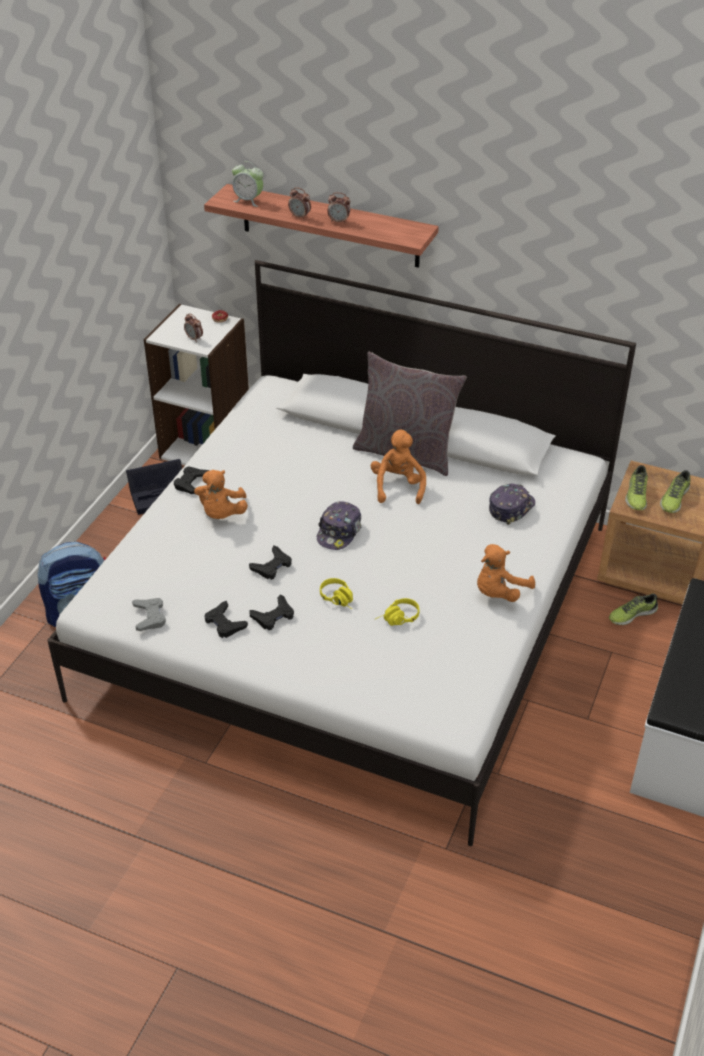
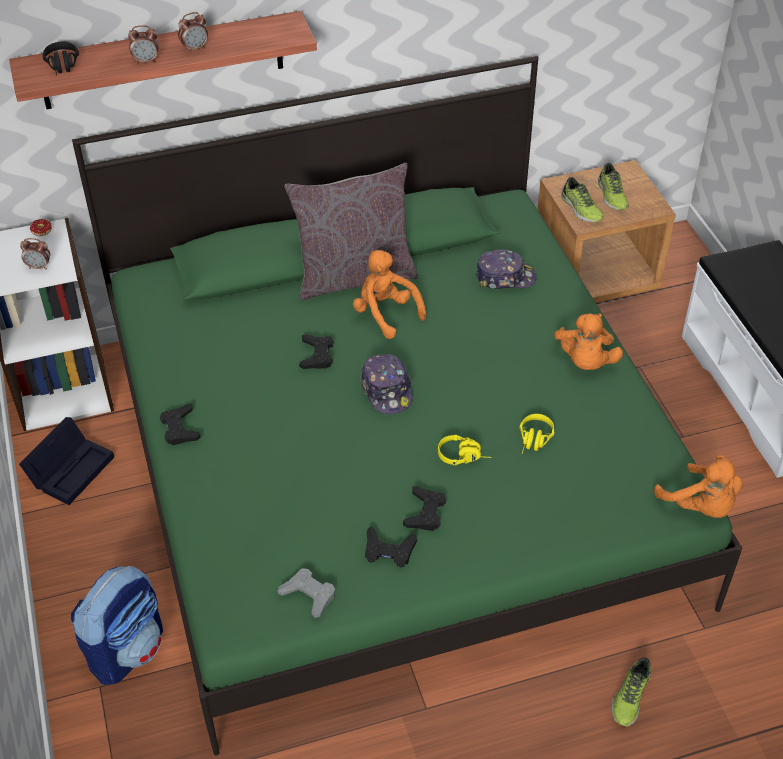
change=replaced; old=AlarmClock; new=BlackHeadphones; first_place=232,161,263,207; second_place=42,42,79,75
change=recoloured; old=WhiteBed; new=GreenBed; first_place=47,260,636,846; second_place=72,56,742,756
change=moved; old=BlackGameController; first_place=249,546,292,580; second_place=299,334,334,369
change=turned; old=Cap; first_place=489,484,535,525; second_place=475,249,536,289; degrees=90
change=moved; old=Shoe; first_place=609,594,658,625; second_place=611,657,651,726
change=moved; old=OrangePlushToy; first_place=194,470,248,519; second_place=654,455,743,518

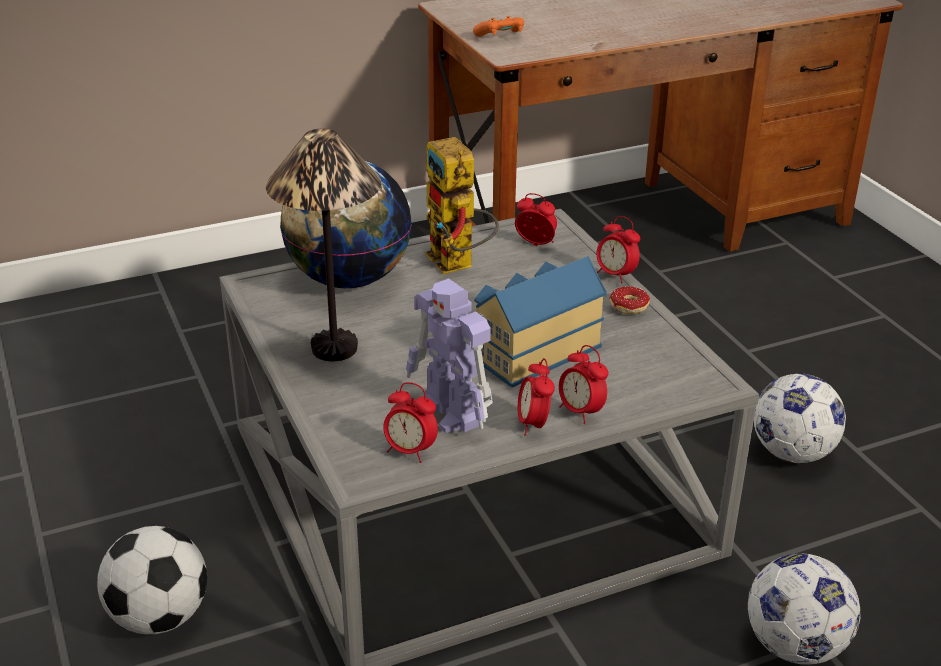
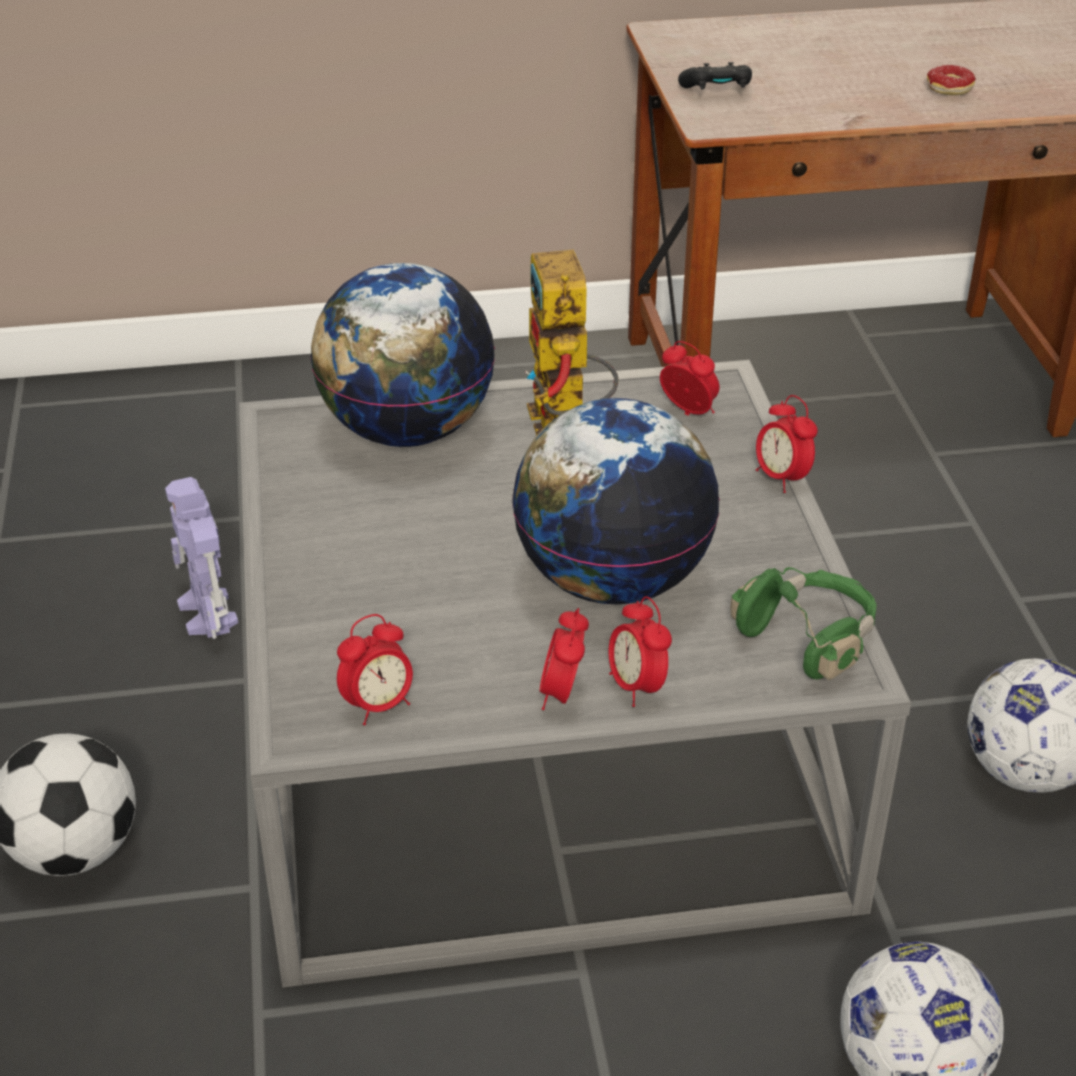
change=moved; old=ToyRobot; first_place=406,278,493,433; second_place=165,477,238,639
change=turned; old=AlarmClock; first_place=383,382,438,463; second_place=337,614,413,725; degrees=-75
change=replaced; old=ToyHouse; new=Globe; first_place=474,256,607,388; second_place=512,398,720,604
change=recoloured; old=OrangeGameController; new=BlackGameController; first_place=473,16,524,37; second_place=678,62,752,90
change=added; new=GreenHeadphones; second_place=730,567,876,680
change=moved; old=Donut; first_place=610,286,650,314; second_place=927,65,976,95
change=removed; old=TableLamp; first_place=266,129,381,362

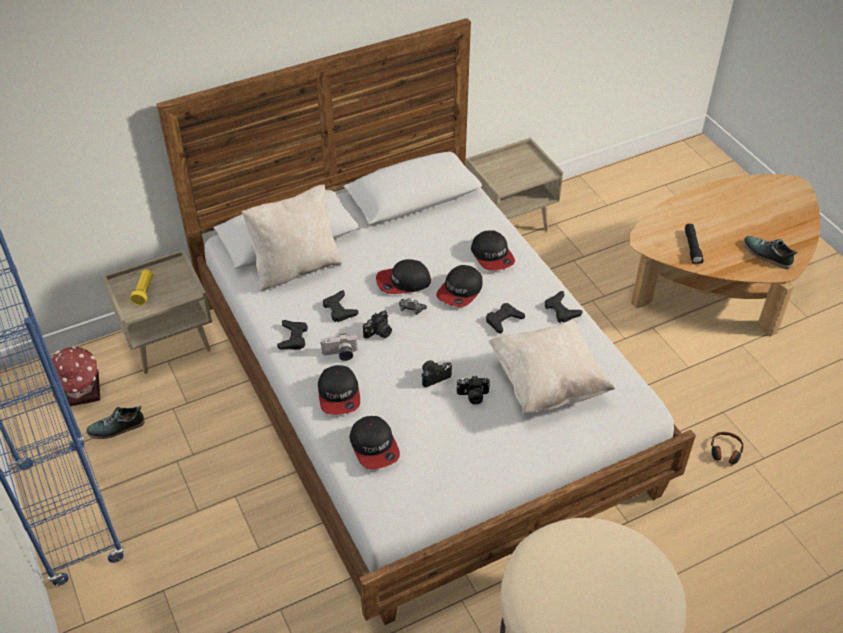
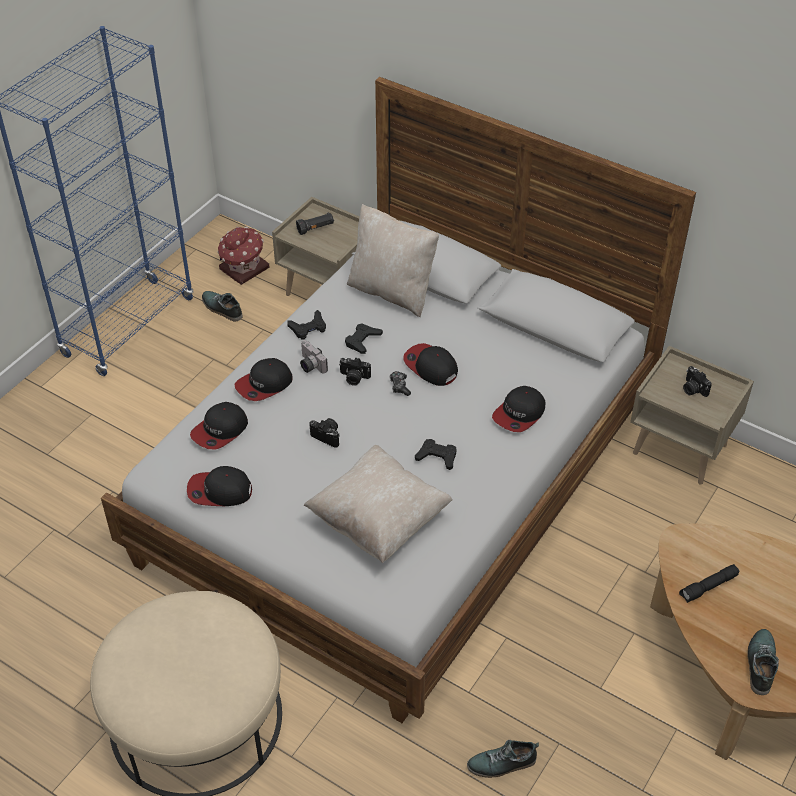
change=moved; old=Cap; first_place=436,265,483,307; second_place=187,466,252,506
change=recoloured; old=YellowFlashlight; new=BlackFlashlight; first_place=130,269,154,305; second_place=296,212,334,235
change=replaced; old=Headphones; new=Shoe; first_place=711,432,744,465; second_place=467,740,539,778
change=moved; old=PhotoCamera; first_place=457,376,490,405; second_place=683,366,712,397
change=removed; old=BlackGameController; first_place=545,291,582,323

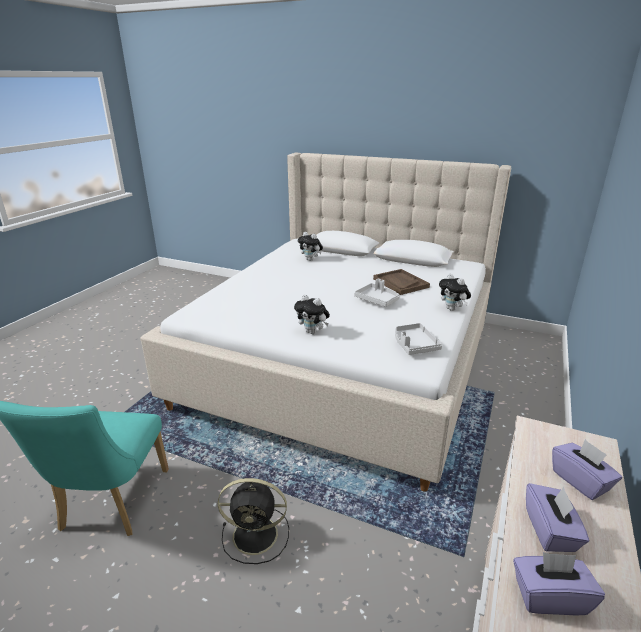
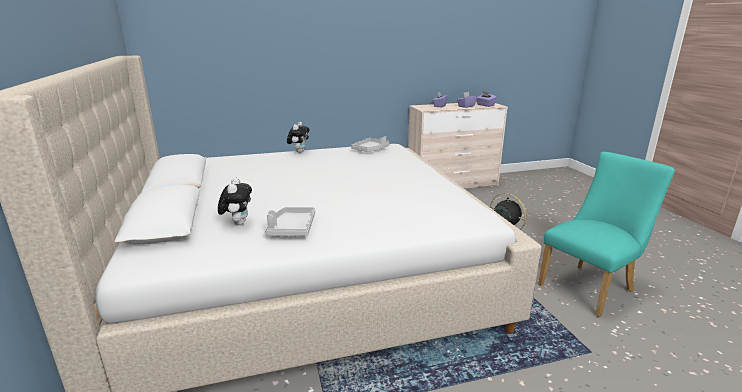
change=moved; old=GreyTray; first_place=354,279,400,307; second_place=265,207,315,236
change=removed; old=PlushToy; first_place=294,295,330,334
change=removed; old=BrownTray; first_place=373,269,430,295

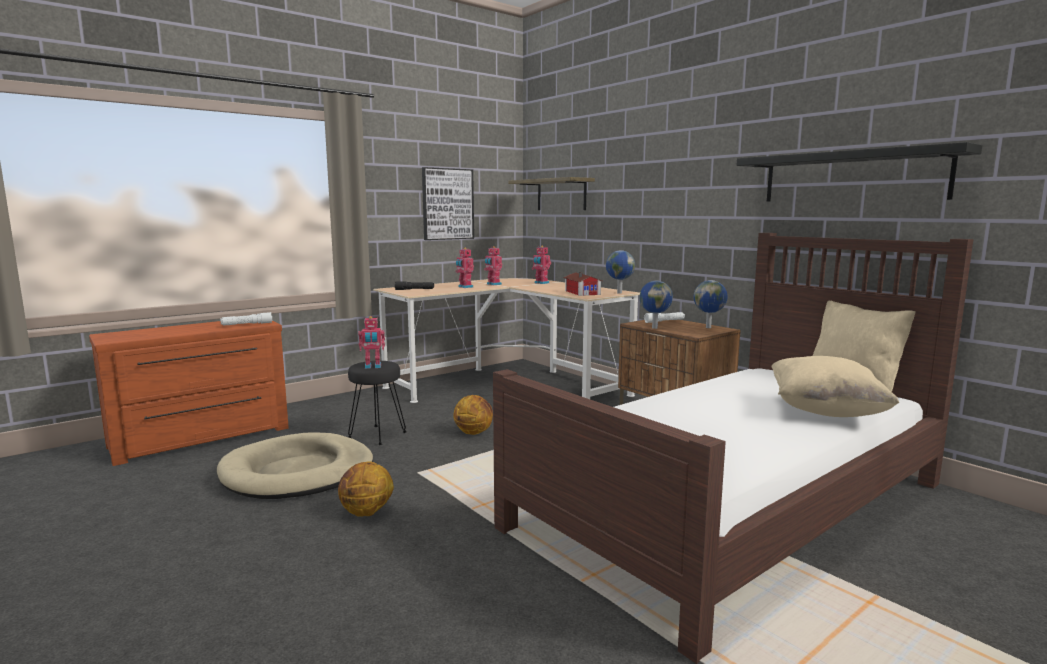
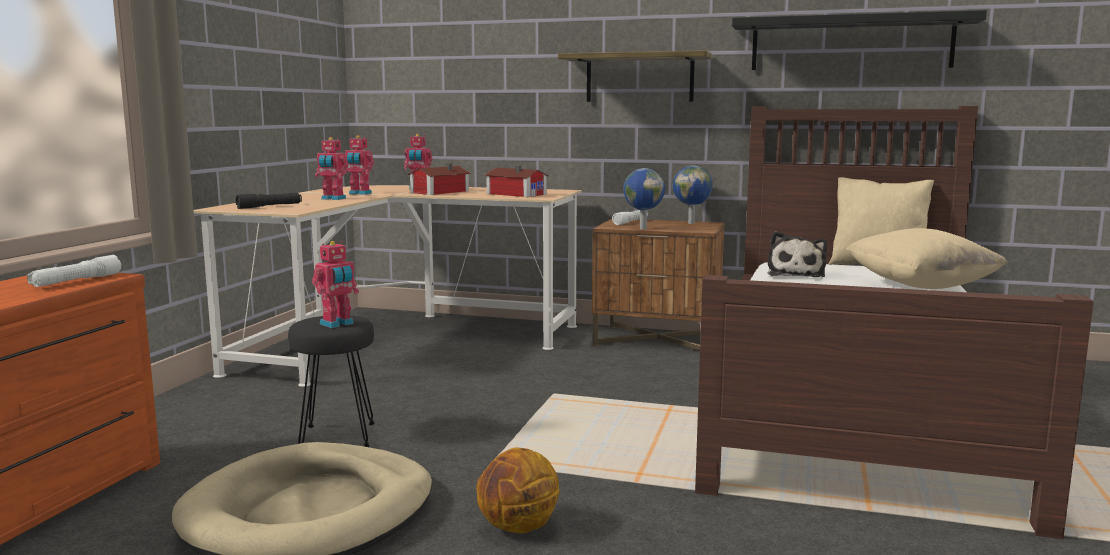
change=added; new=ToyHouse; second_place=407,163,471,195
change=moved; old=Shelf; first_place=508,177,595,210; second_place=558,51,712,102
change=added; new=PlushToy; second_place=768,231,827,277
change=removed; old=Picture; first_place=422,167,474,240
change=removed; old=Basketball; first_place=453,395,493,435
change=removed; old=Globe; first_place=606,250,635,294

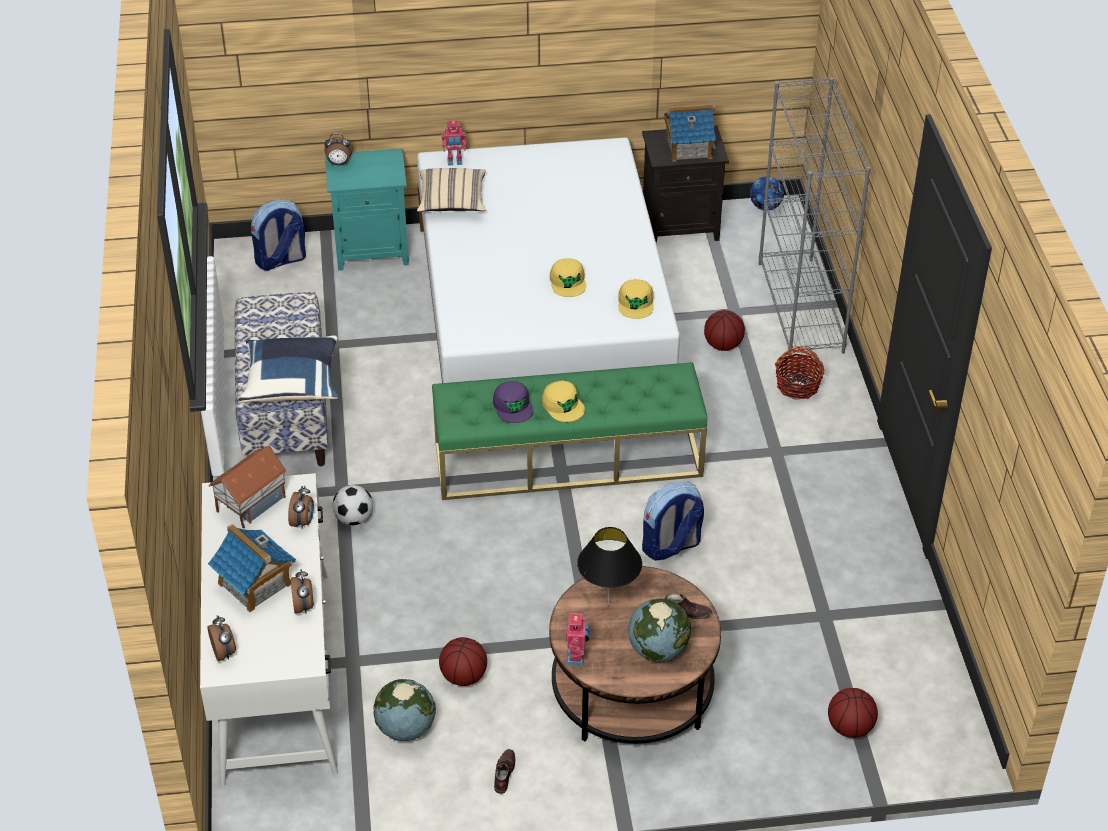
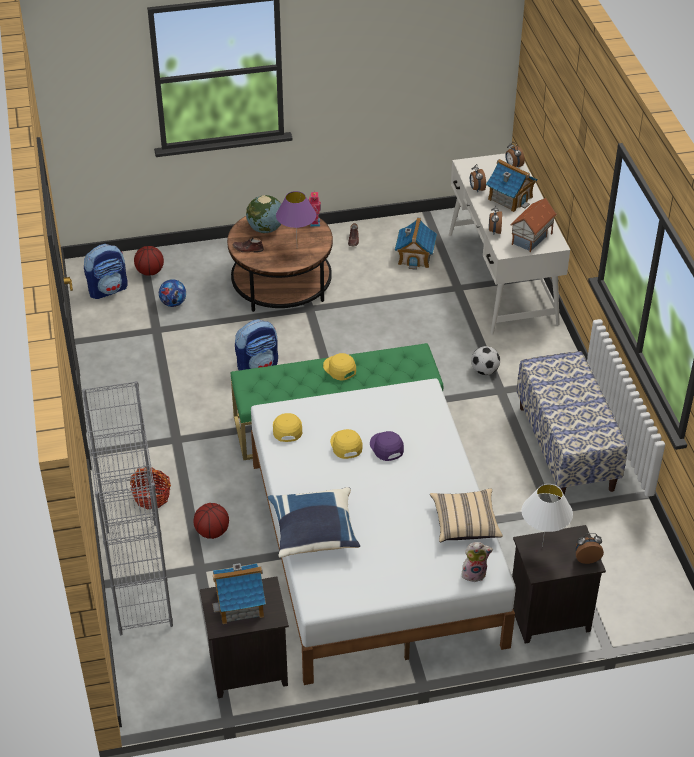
change=moved; old=Backpack; first_place=251,200,306,271; second_place=84,244,128,299
change=moved; old=Football; first_place=750,176,784,210; second_place=159,279,186,307
change=moved; old=BluePillow; first_place=239,335,338,403; second_place=268,487,360,558
change=recoloured; old=BlackTableLamp; new=PurpleTableLamp; first_place=577,527,642,608; second_place=276,191,316,236
change=moved; old=PurpleCap; first_place=493,381,533,423; second_place=370,431,404,461
change=replaced; old=Globe; new=ToyHouse; first_place=373,679,436,741; second_place=395,217,437,270
change=replaced; old=ToyRobot; new=PlushToy; first_place=442,120,466,166; second_place=461,542,493,582
change=recoloured; old=TurquoiseNightstand; new=BlackNightstand; first_place=325,149,409,271; second_place=512,525,606,643
change=added; new=WhiteTableLamp; second_place=522,484,573,547
change=removed; old=Basketball; first_place=439,637,487,686

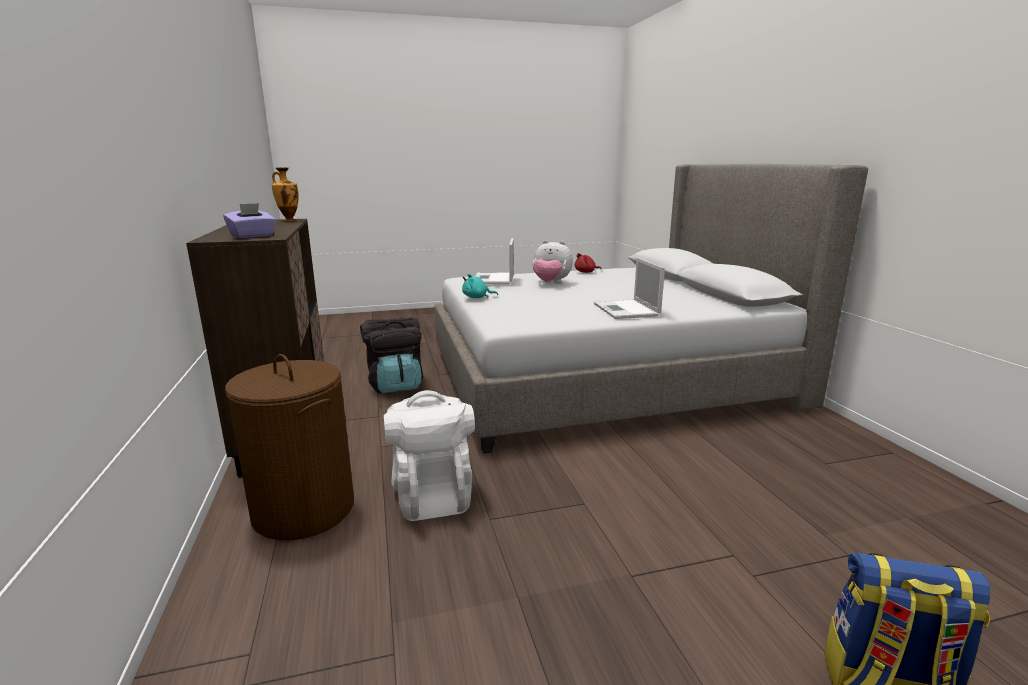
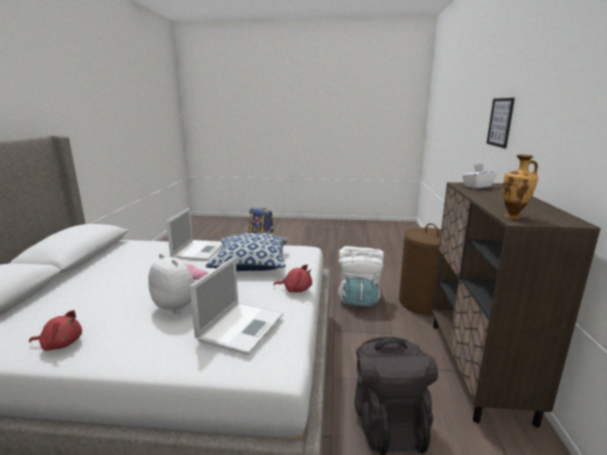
change=added; new=Pillow; second_place=205,233,288,271
change=recoloured; old=TurquoisePlushToy; new=RedPlushToy; first_place=462,274,498,298; second_place=274,265,312,292
change=recoloured; old=PurpleTissueBox; new=WhiteTissueBox; first_place=223,203,276,238; second_place=462,164,497,189
change=added; new=Picture; second_place=486,98,515,148

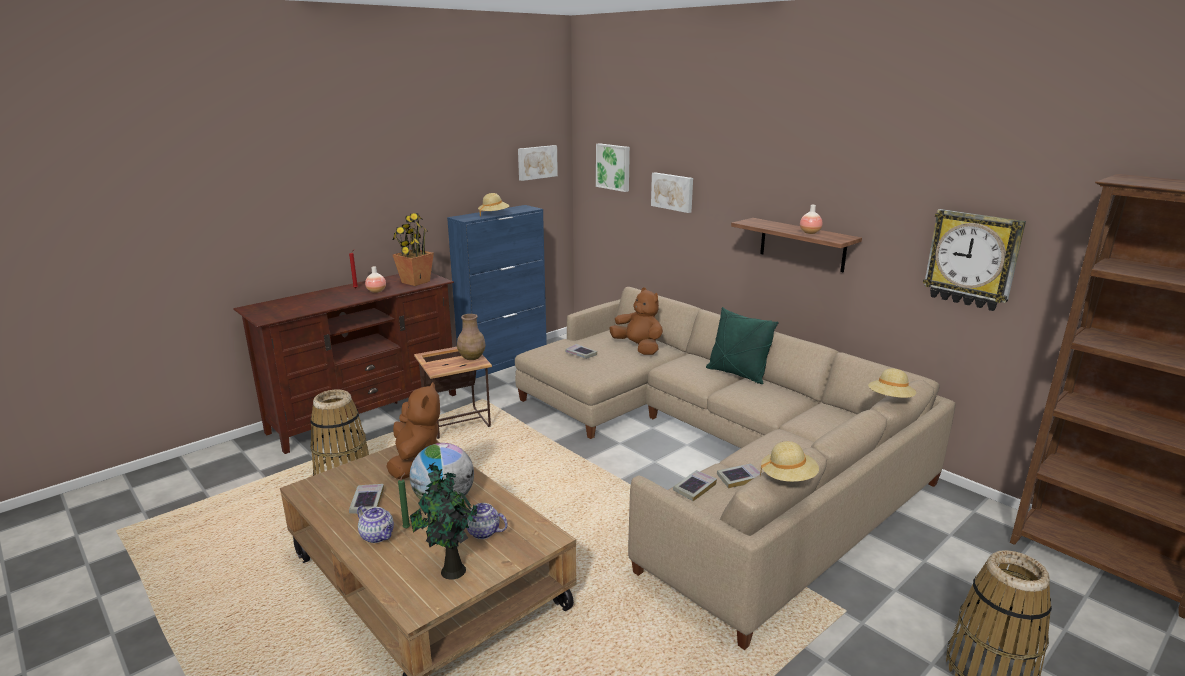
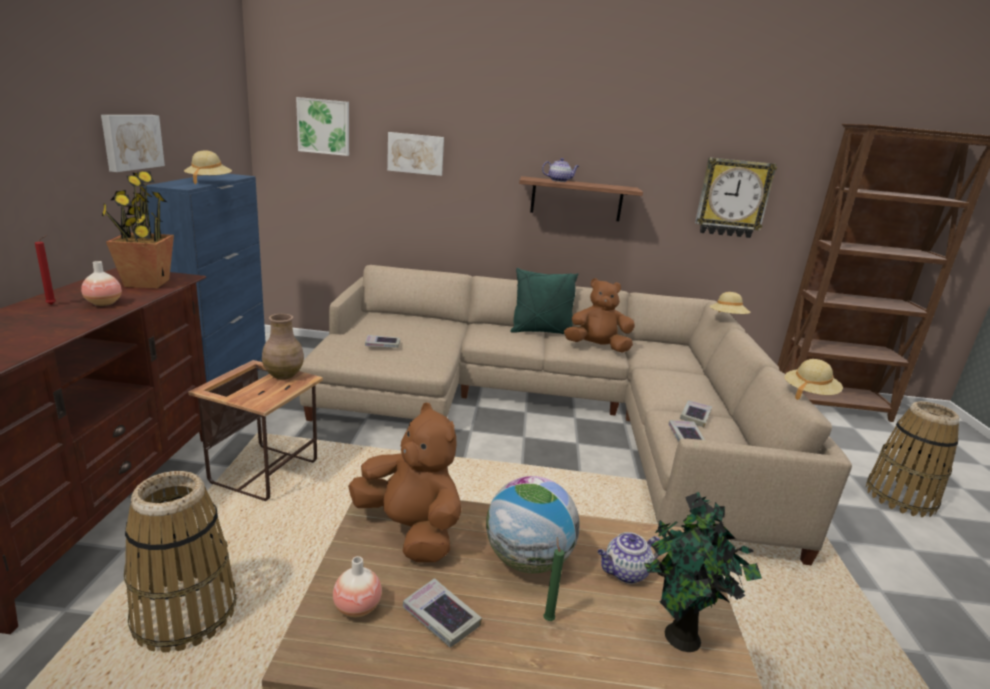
change=moved; old=Picture; first_place=518,145,558,181; second_place=101,115,165,172
change=moved; old=Vase; first_place=800,205,823,234; second_place=333,556,382,617
change=moved; old=Teapot; first_place=357,505,394,543; second_place=542,158,579,182
change=moved; old=BrownPlushToy; first_place=610,287,663,355; second_place=564,278,635,353

